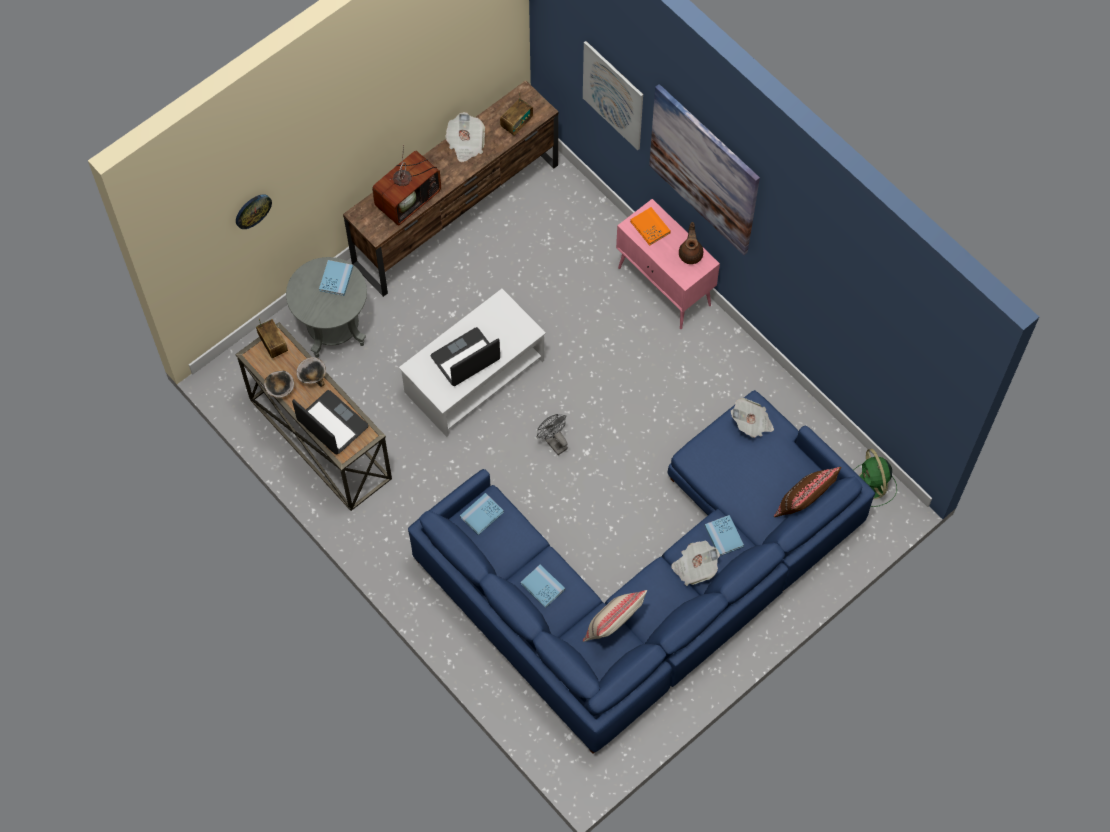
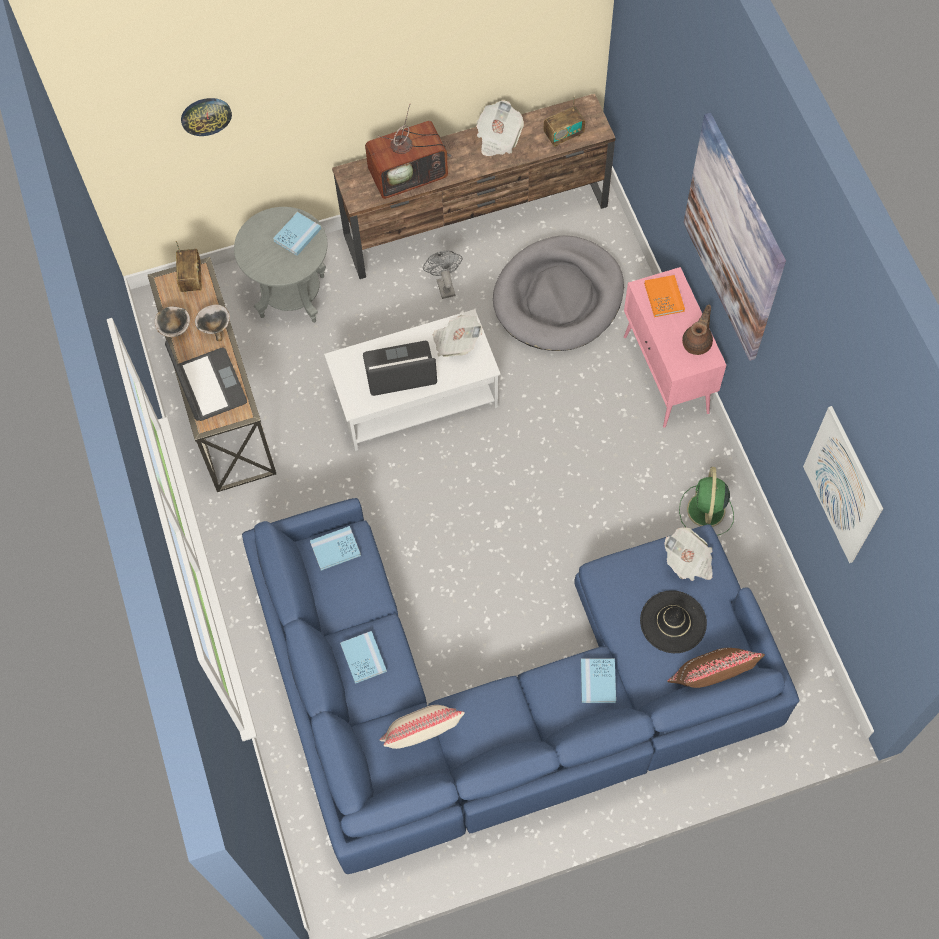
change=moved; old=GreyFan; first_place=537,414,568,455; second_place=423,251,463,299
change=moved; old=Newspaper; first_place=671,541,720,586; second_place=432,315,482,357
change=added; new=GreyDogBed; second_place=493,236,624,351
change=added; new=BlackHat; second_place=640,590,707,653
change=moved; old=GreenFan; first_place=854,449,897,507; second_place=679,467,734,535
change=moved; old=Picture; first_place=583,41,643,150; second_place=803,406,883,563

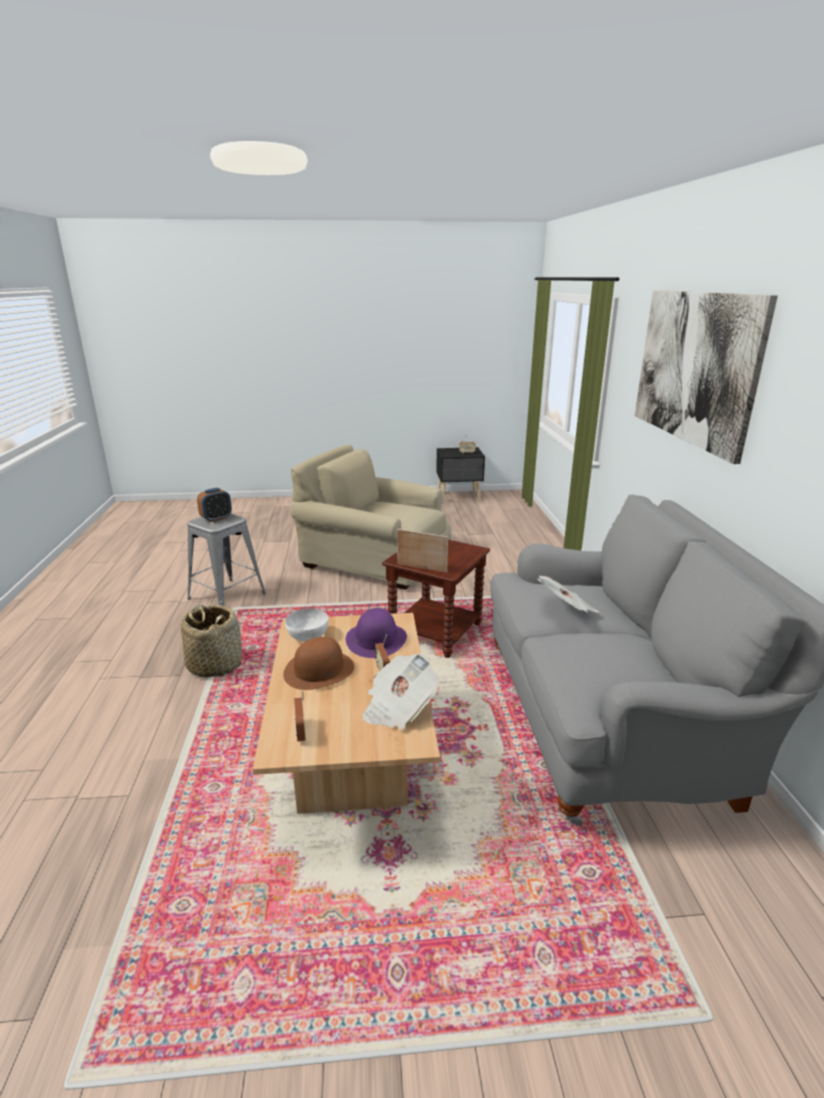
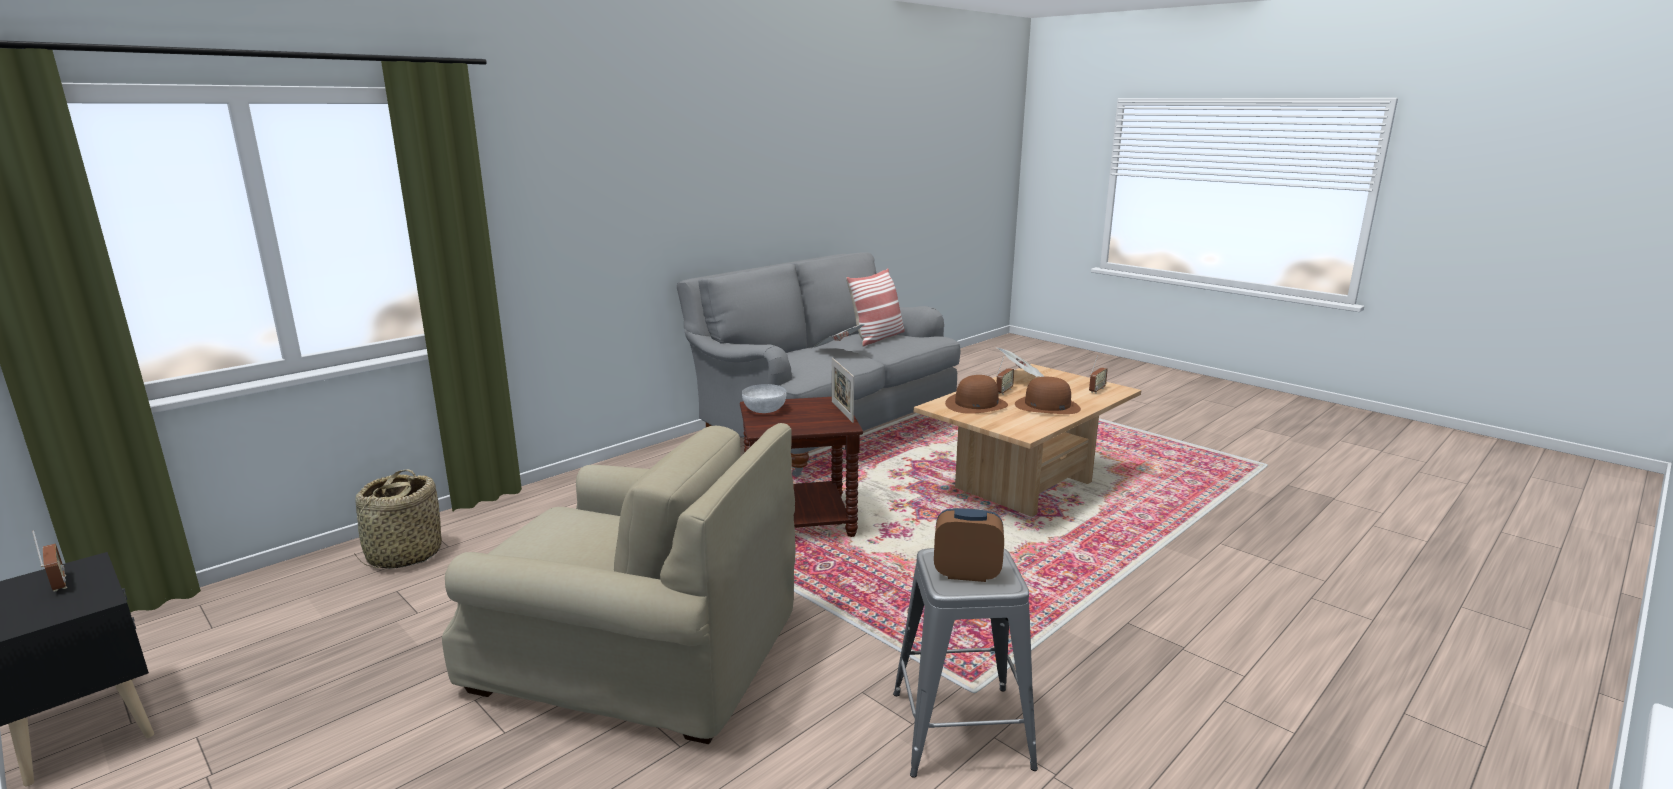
change=moved; old=Basket; first_place=181,604,242,678; second_place=353,469,442,569
change=turned; old=BeigeArmchair; first_place=291,445,451,590; second_place=442,423,795,744; degrees=-60
change=moved; old=WhiteBowl; first_place=285,608,329,641; second_place=742,384,787,413
change=added; new=Pillow; second_place=846,268,905,347
change=recoloured; old=PurpleHat; new=BrownHat; first_place=346,608,407,658; second_place=945,375,1008,414
change=removed; old=Picture; first_place=635,290,778,464

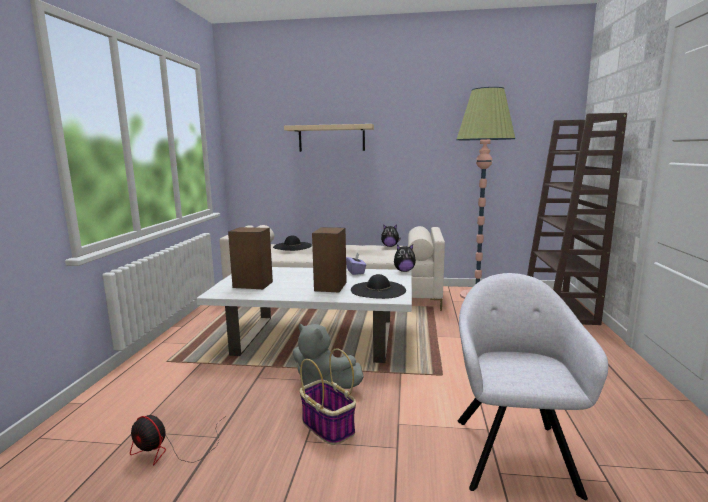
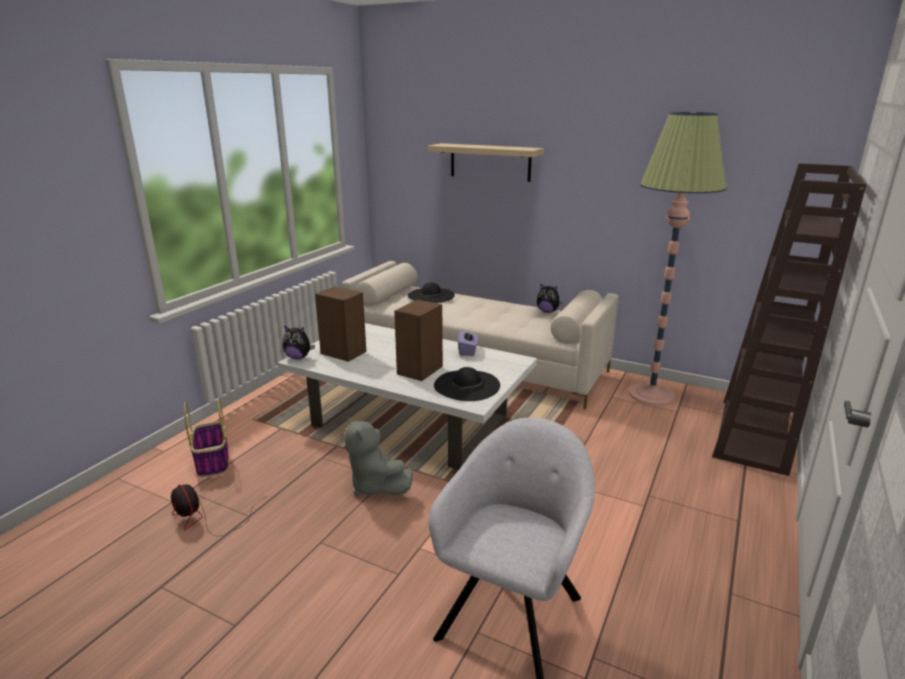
change=moved; old=Basket; first_place=300,348,356,445; second_place=184,398,229,477
change=moved; old=PlushToy; first_place=394,244,416,272; second_place=282,325,315,359

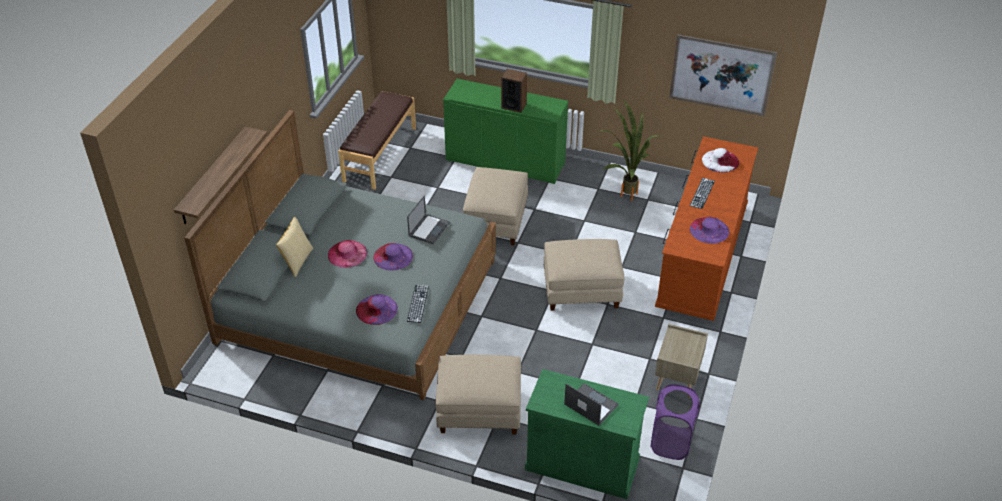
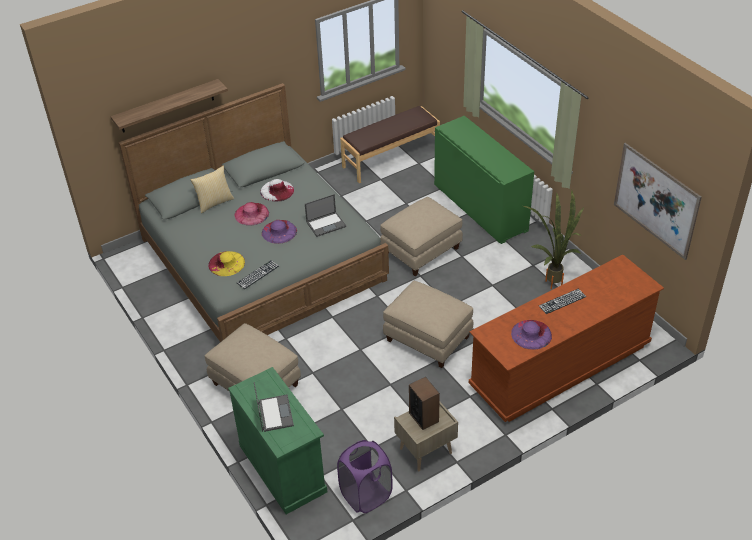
change=recoloured; old=PurpleHat; new=YellowHat; first_place=356,294,398,325; second_place=208,251,245,276
change=moved; old=WhiteHat; first_place=702,148,739,173; second_place=260,179,294,201
change=moved; old=Speaker; first_place=501,69,527,113; second_place=409,377,440,430

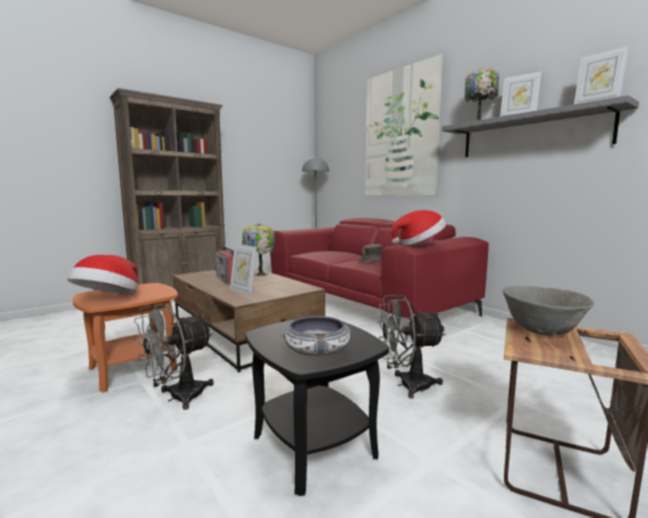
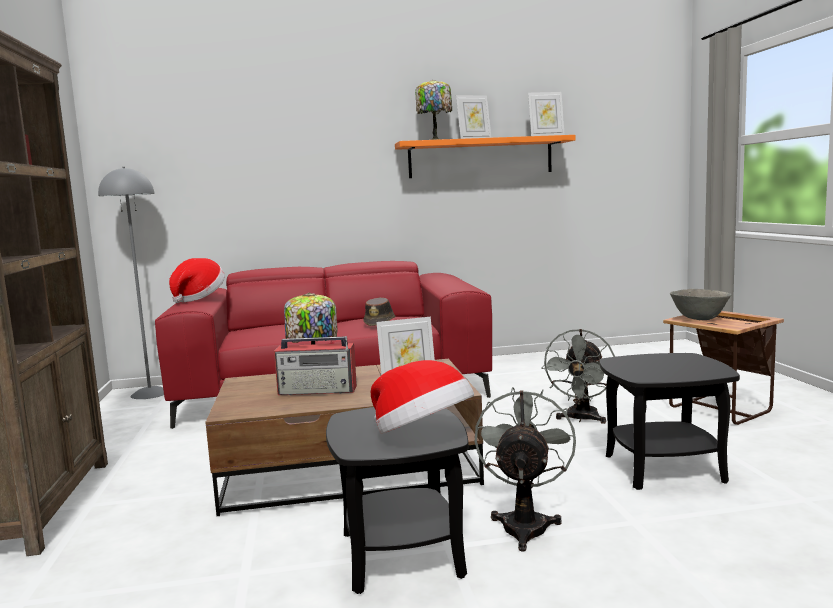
change=moved; old=Hat; first_place=391,210,446,245; second_place=169,258,225,303
change=recoloured; old=OrangeSideTable; new=BlackSideTable; first_place=73,283,178,392; second_place=326,407,469,594
change=recoloured; old=GreyShelf; new=OrangeShelf; first_place=442,95,639,157; second_place=395,135,576,178
change=turned; old=GreyFan; first_place=134,303,214,410; second_place=475,387,576,552; degrees=-150
change=removed; old=Bowl; first_place=282,316,352,357
change=removed; old=Picture; first_place=365,54,445,196

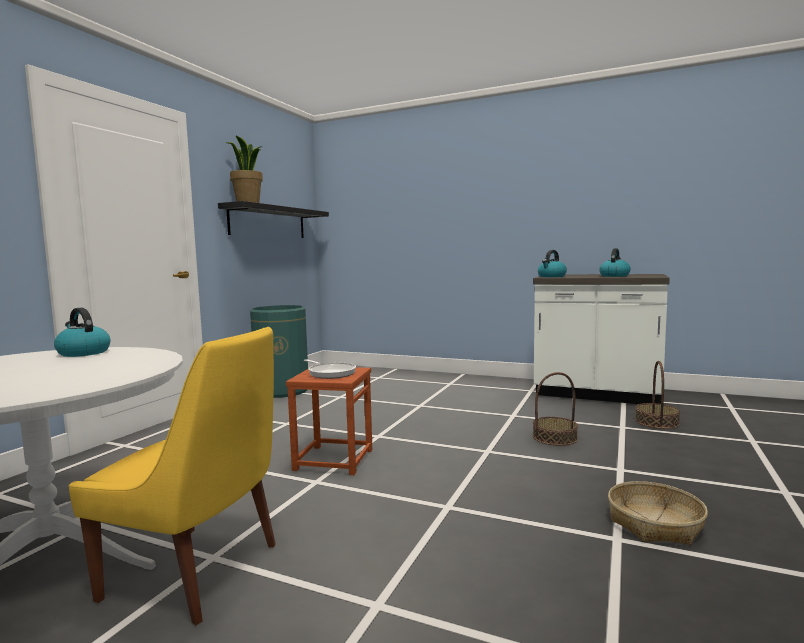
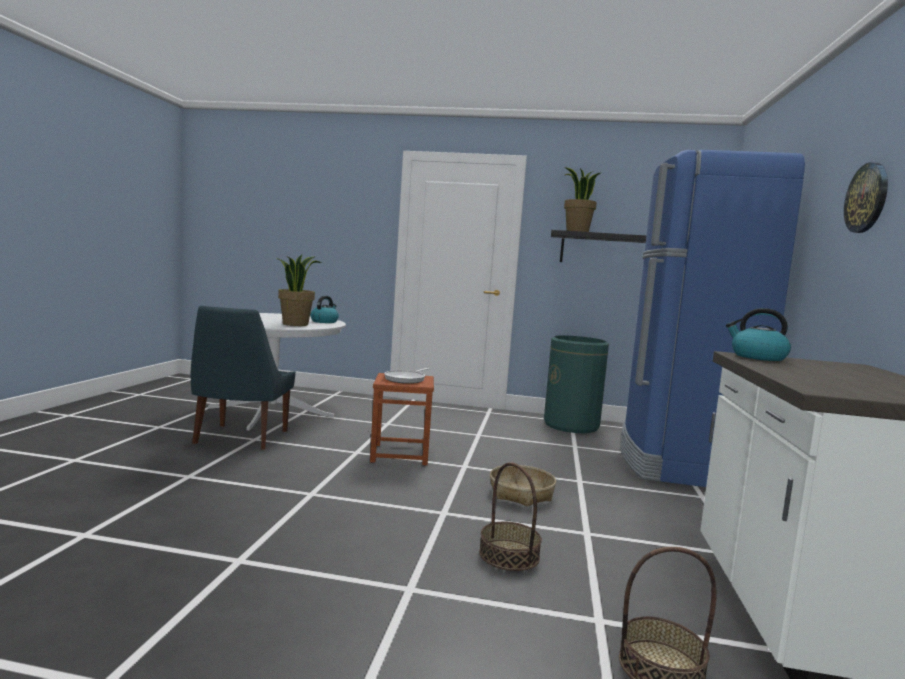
change=recoloured; old=YellowChair; new=BlueChair; first_place=68,327,276,625; second_place=191,306,295,450
change=added; new=PottedPlant; second_place=276,255,321,326
change=moved; old=Basket; first_place=608,481,708,545; second_place=490,465,556,506
change=added; new=BlueFridge; second_place=620,150,805,487
change=added; new=WallClock; second_place=844,163,888,233
change=removed; old=Kettle; first_place=599,248,631,277

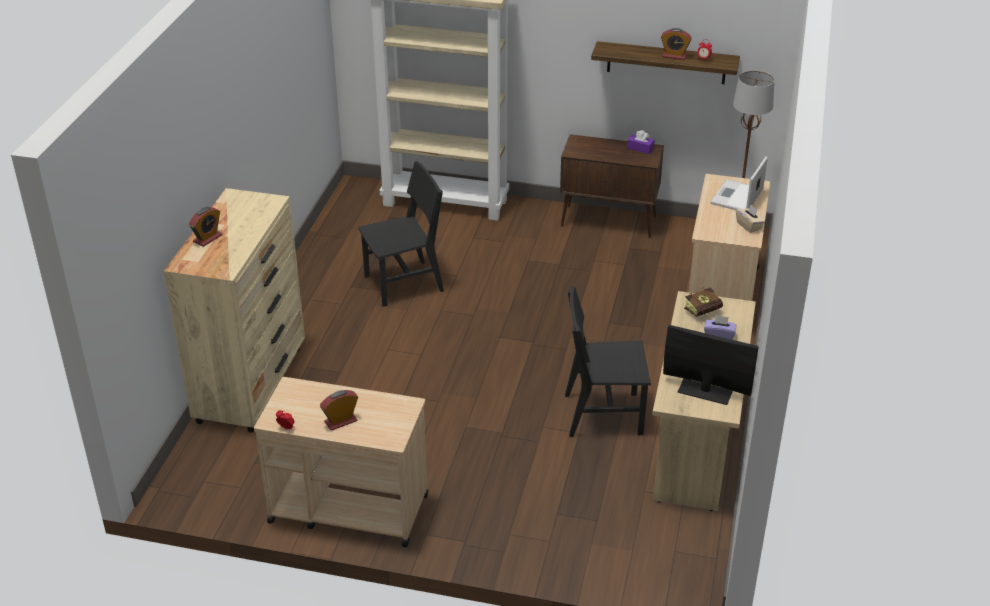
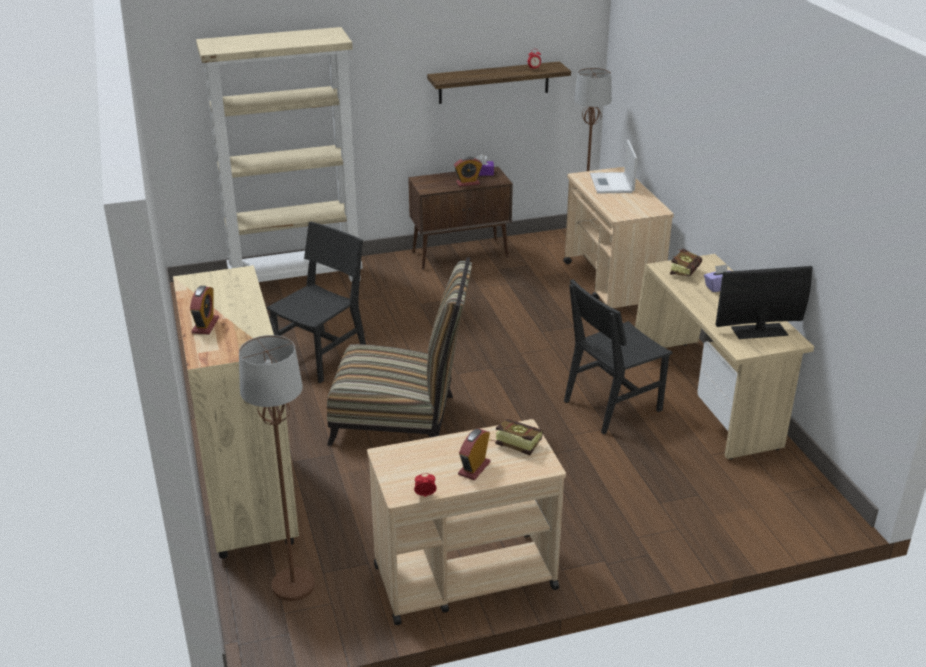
change=added; new=BrownFloorLamp; second_place=239,335,315,601
change=added; new=Chair; second_place=327,257,472,446
change=moved; old=AlarmClock; first_place=661,28,692,60; second_place=454,157,482,187
change=added; new=Book; second_place=489,419,543,455
change=removed; old=BeigeTissueBox; first_place=736,205,765,233

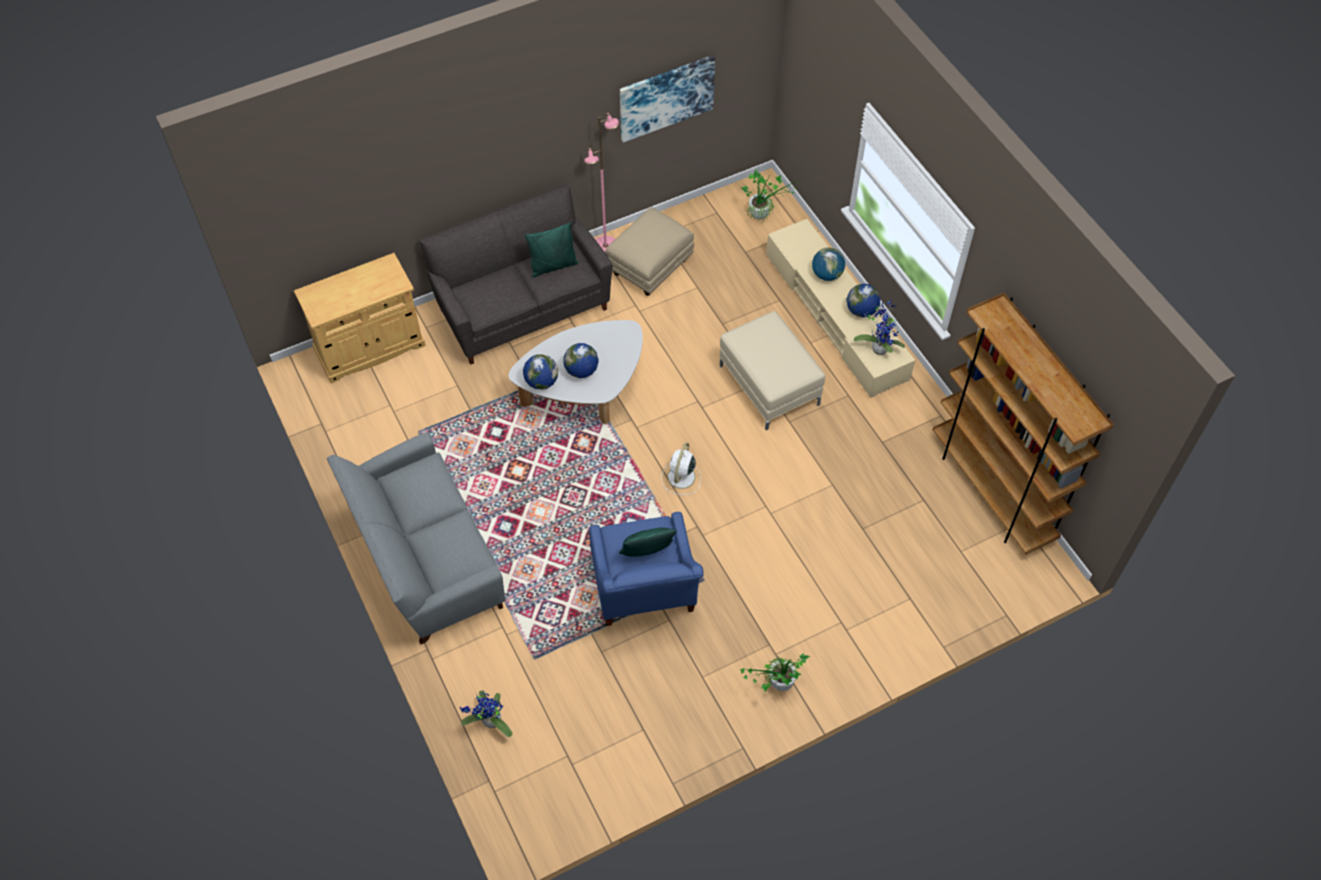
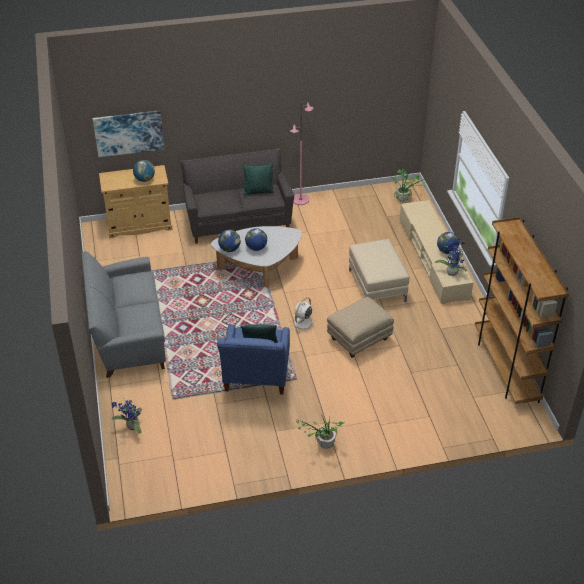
change=moved; old=Picture; first_place=620,55,715,142; second_place=92,110,164,157
change=moved; old=Globe; first_place=812,247,845,281; second_place=133,160,155,182
change=moved; old=BeigeOttoman; first_place=605,207,694,296; second_place=327,297,394,357

